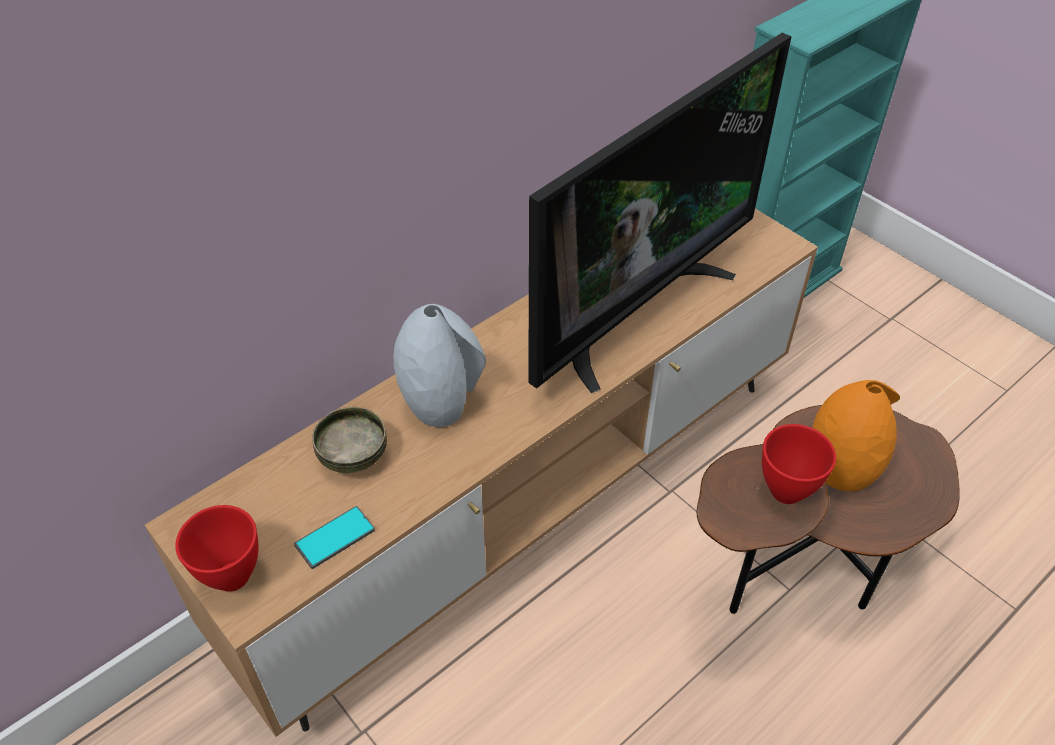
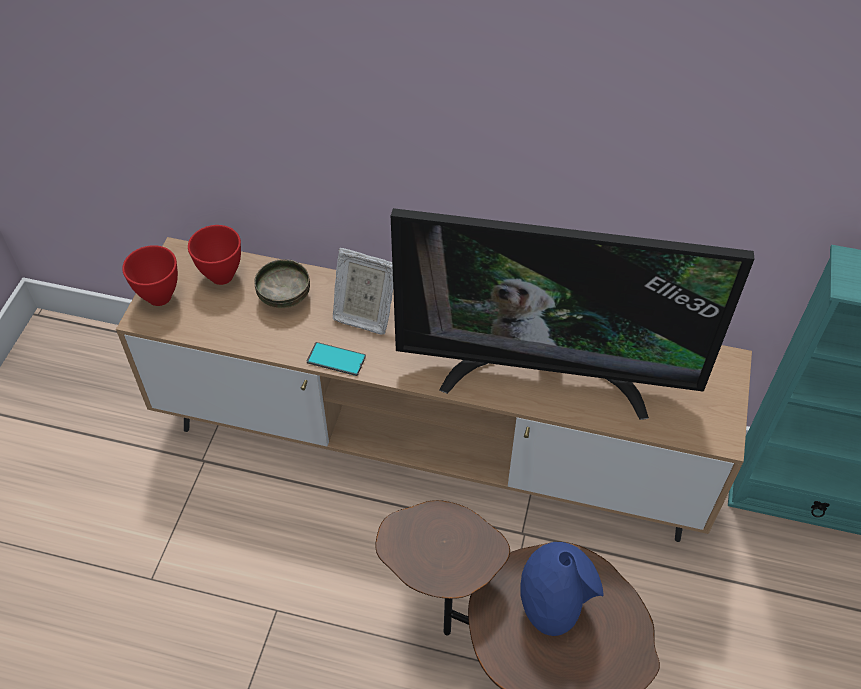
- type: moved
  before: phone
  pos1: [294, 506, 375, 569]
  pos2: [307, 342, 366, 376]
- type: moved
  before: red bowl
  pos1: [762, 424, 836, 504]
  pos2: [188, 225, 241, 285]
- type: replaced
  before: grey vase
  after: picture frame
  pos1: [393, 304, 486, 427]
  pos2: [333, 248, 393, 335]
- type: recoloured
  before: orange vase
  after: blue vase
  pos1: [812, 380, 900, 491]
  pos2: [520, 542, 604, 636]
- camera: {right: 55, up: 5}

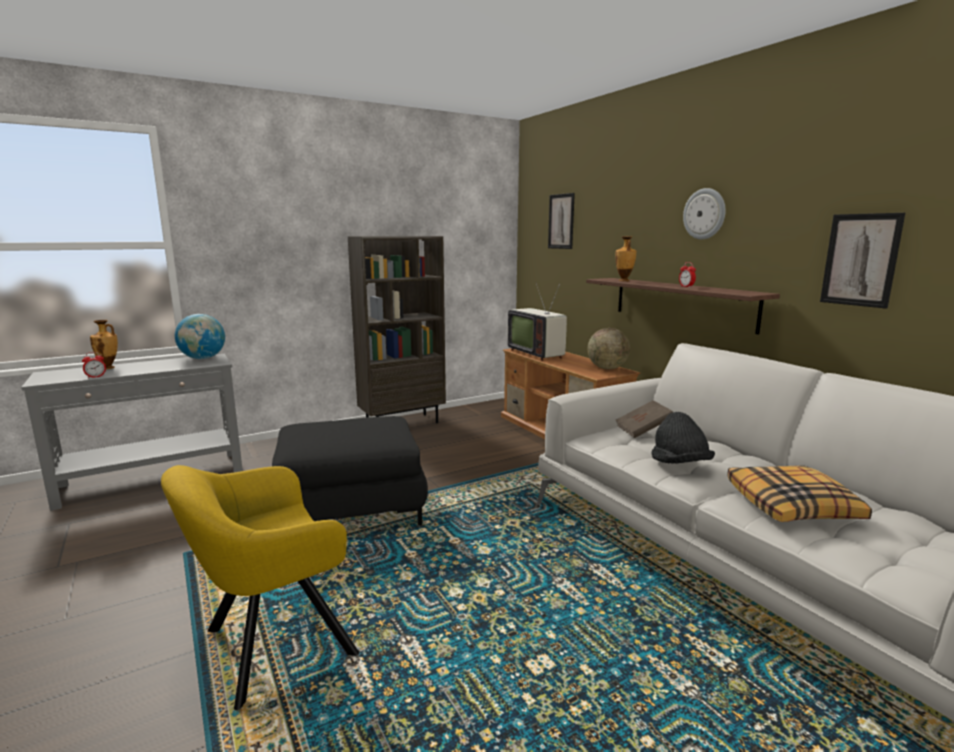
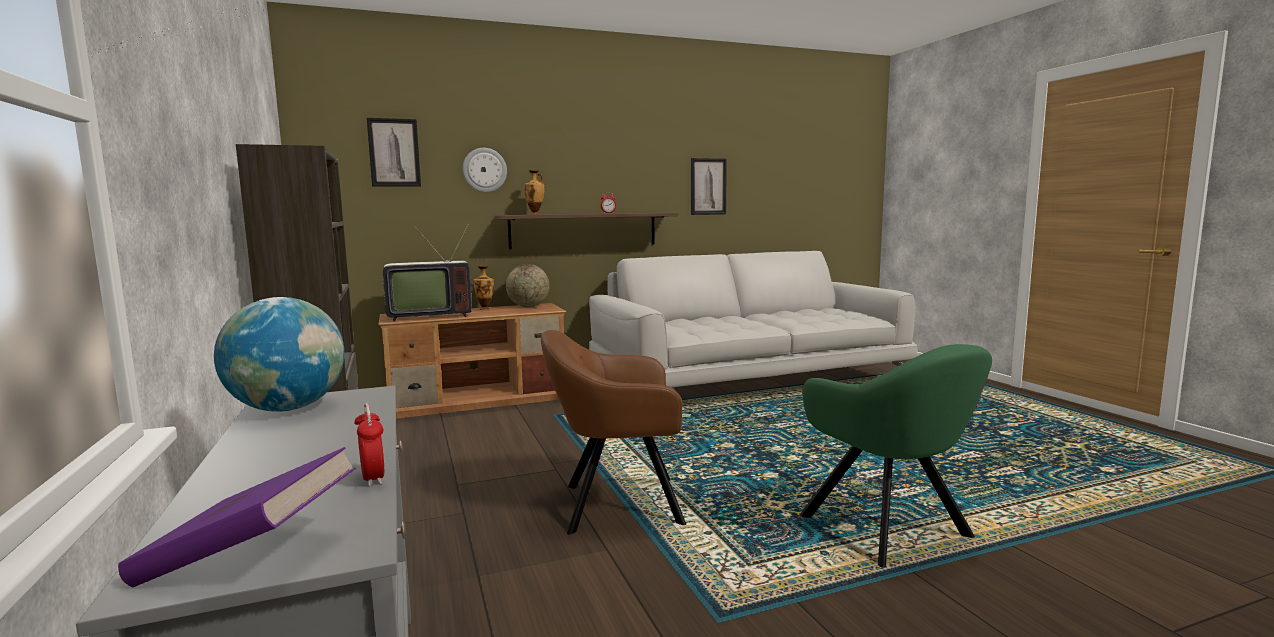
- type: removed
  before: brown book
  pos1: [615, 400, 673, 438]
- type: removed
  before: black hat
  pos1: [652, 412, 715, 464]
- type: removed
  before: pillow
  pos1: [727, 466, 872, 522]
- type: added
  after: purple book
  pos2: [118, 447, 356, 587]
- type: moved
  before: vase
  pos1: [90, 320, 118, 369]
  pos2: [473, 265, 494, 310]
- type: moved
  before: wall clock
  pos1: [683, 188, 726, 240]
  pos2: [463, 148, 507, 192]
- type: replaced
  before: black ottoman
  after: brown armchair
  pos1: [272, 416, 428, 525]
  pos2: [541, 330, 686, 534]
- type: recoloured
  before: yellow armchair
  after: green armchair
  pos1: [161, 465, 360, 710]
  pos2: [799, 344, 992, 568]
- camera: {right: -80, up: -5}

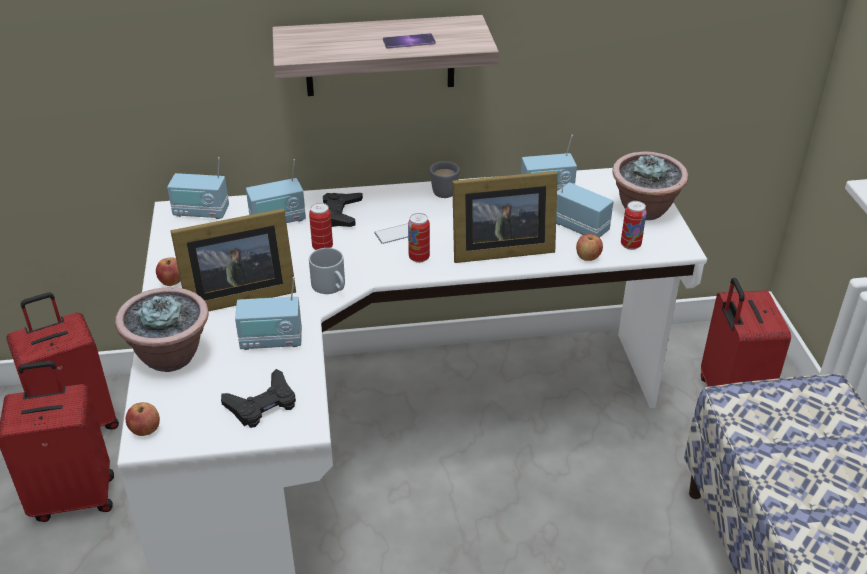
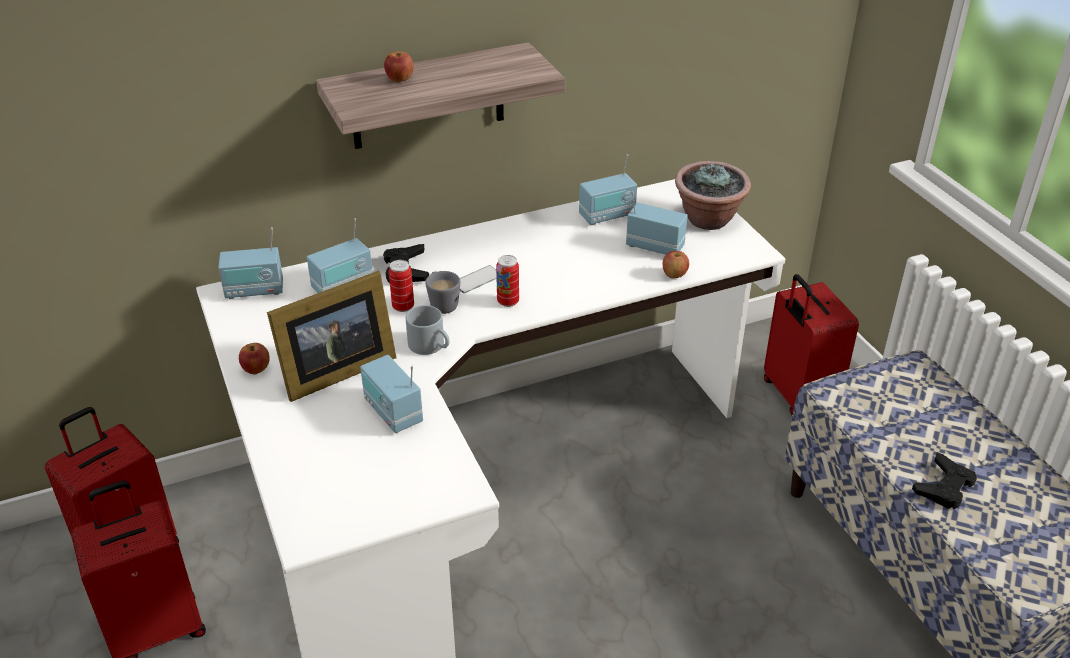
- type: removed
  before: potted plant
  pos1: [115, 287, 209, 372]
- type: removed
  before: phone
  pos1: [383, 33, 436, 49]
- type: removed
  before: picture frame
  pos1: [452, 171, 558, 263]
- type: removed
  before: can
  pos1: [621, 201, 647, 250]
- type: moved
  before: apple
  pos1: [126, 402, 160, 436]
  pos2: [384, 51, 414, 82]
- type: moved
  before: black game controller
  pos1: [221, 369, 296, 428]
  pos2: [912, 452, 977, 509]
- type: moved
  before: grey mug
  pos1: [430, 161, 460, 198]
  pos2: [426, 271, 460, 314]
- type: turned
  before: radio
  pos1: [235, 277, 302, 350]
  pos2: [360, 355, 423, 433]
  turn: 75
- camera: {right: -15, up: 0}

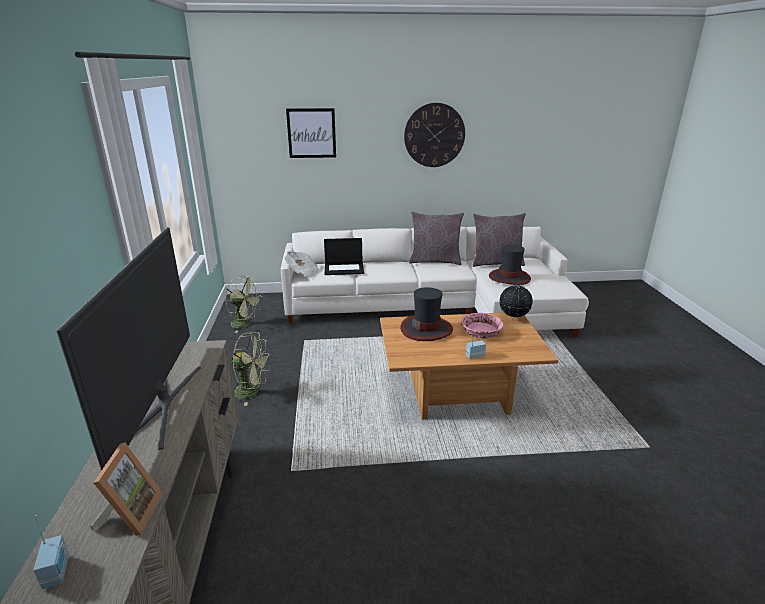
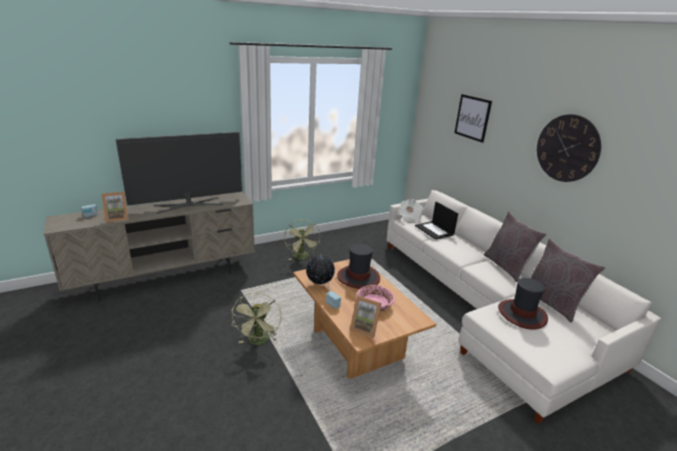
- type: added
  after: picture frame
  pos2: [350, 296, 382, 338]
- type: moved
  before: green fan
  pos1: [226, 276, 263, 333]
  pos2: [231, 293, 281, 345]
- type: moved
  before: globe
  pos1: [500, 283, 533, 320]
  pos2: [306, 254, 335, 285]
- camera: {right: 65, up: 0}

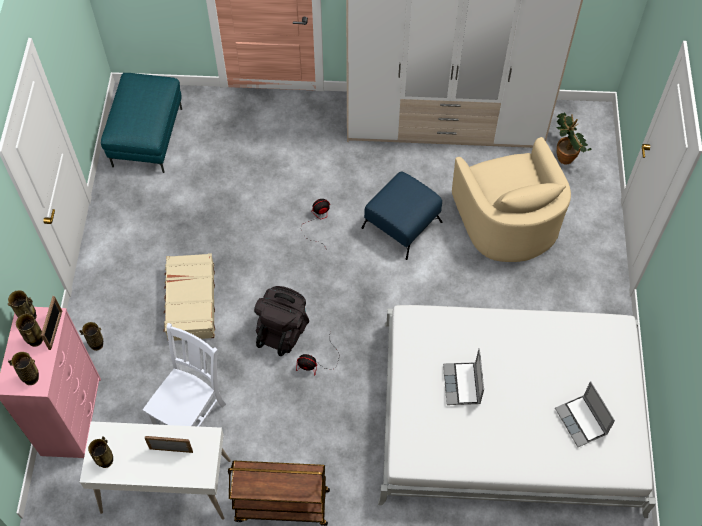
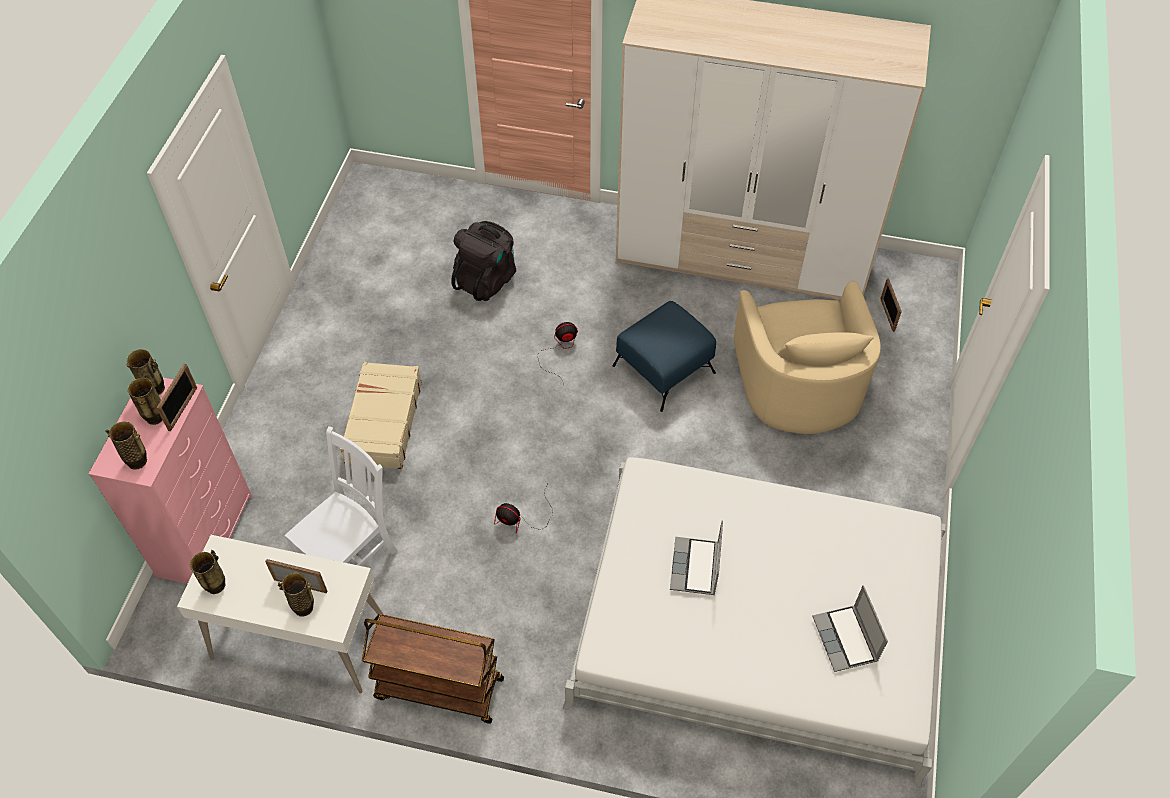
- type: removed
  before: turquoise ottoman
  pos1: [101, 73, 182, 173]
- type: moved
  before: vase
  pos1: [80, 322, 103, 351]
  pos2: [278, 573, 314, 617]
- type: moved
  before: black backpack
  pos1: [254, 286, 309, 356]
  pos2: [451, 221, 516, 301]
- type: replaced
  before: potted plant
  after: picture frame
  pos1: [556, 113, 591, 165]
  pos2: [880, 278, 902, 332]
- camera: {right: 10, up: -5}

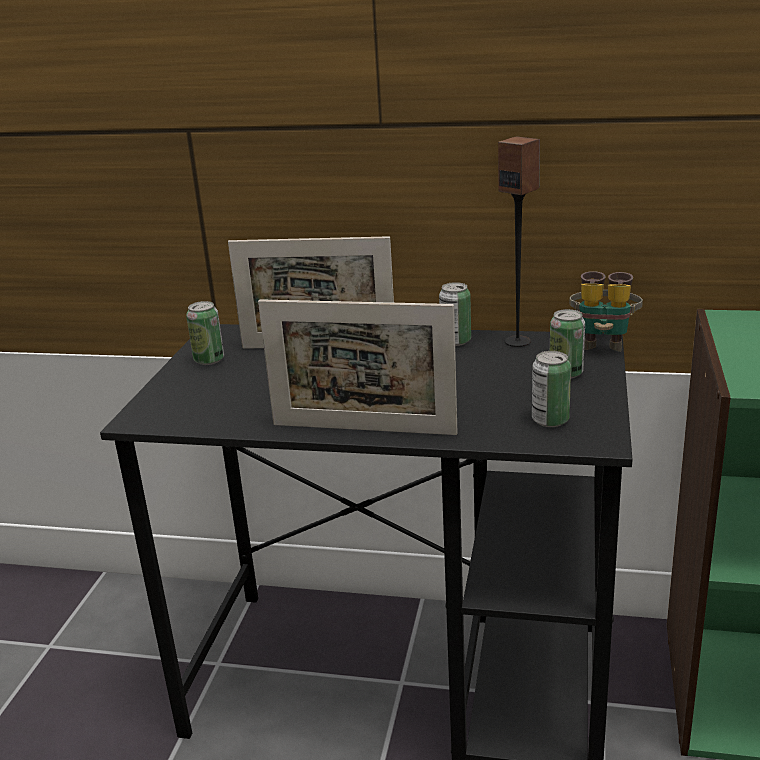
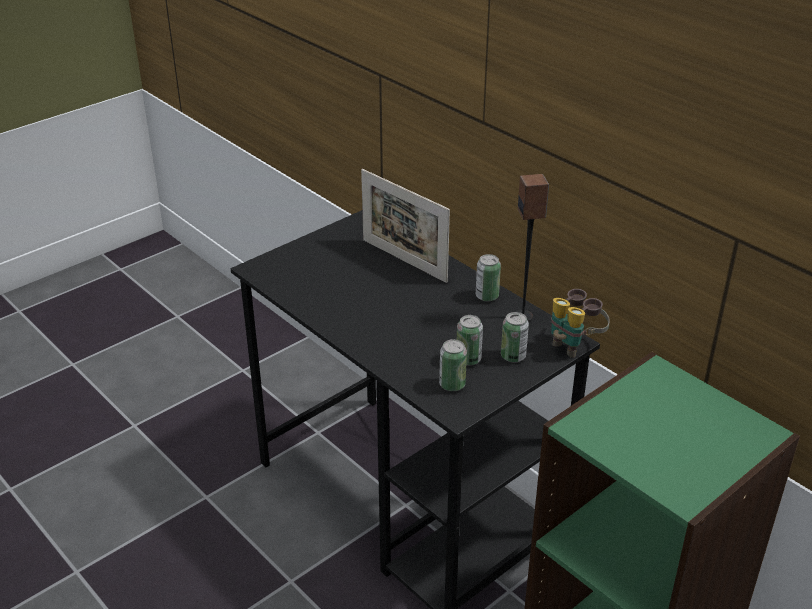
- type: removed
  before: picture frame
  pos1: [258, 299, 458, 435]
- type: moved
  before: can
  pos1: [186, 301, 224, 365]
  pos2: [457, 315, 483, 366]
- camera: {right: 35, up: 10}

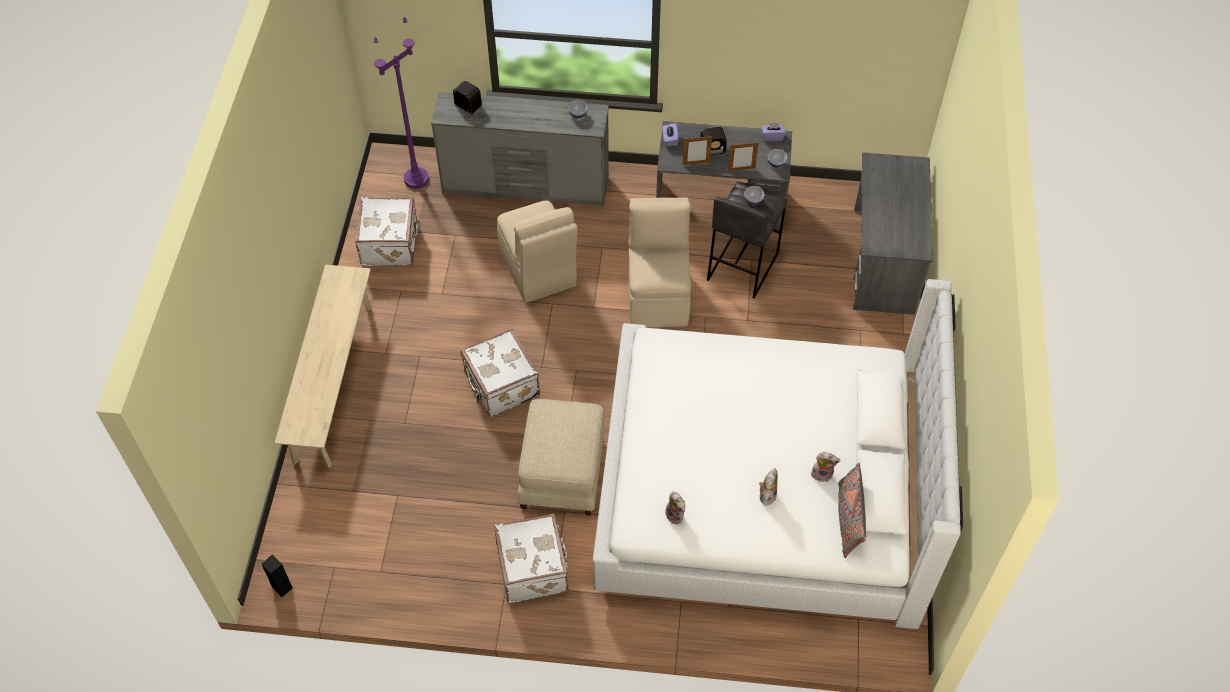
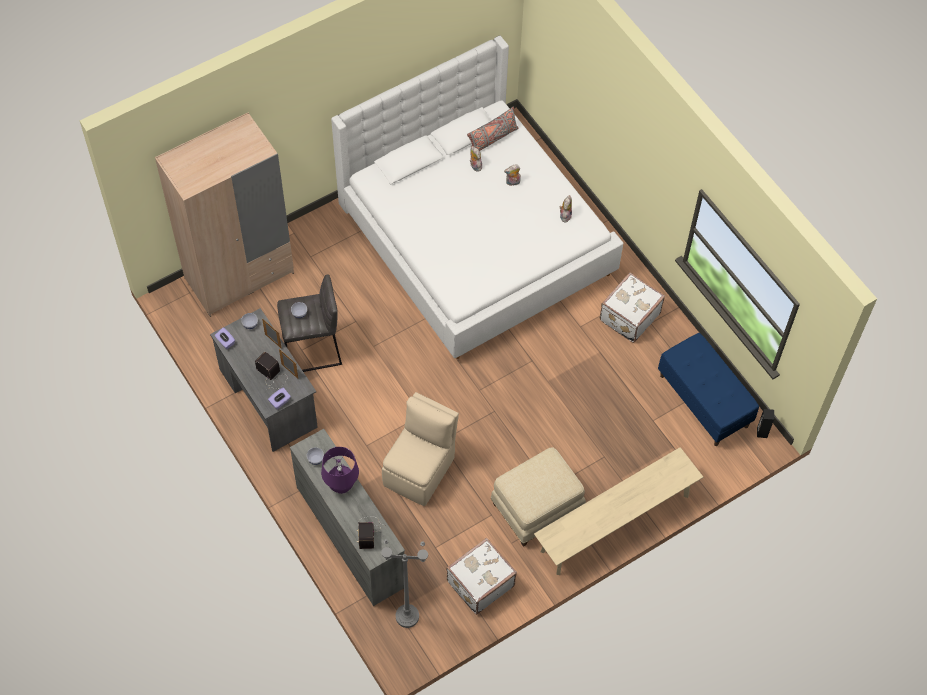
- type: removed
  before: white suitcase
  pos1: [461, 329, 540, 417]
- type: removed
  before: beige chair
  pos1: [629, 198, 691, 327]
- type: added
  after: purple table lamp
  pos2: [321, 447, 359, 494]
- type: added
  after: blue bench
  pos2: [658, 333, 759, 446]
- type: moved
  before: beige ottoman
  pos1: [518, 399, 605, 516]
  pos2: [491, 447, 586, 547]
- type: replaced
  before: grey desk
  after: beige wardrobe
  pos1: [853, 152, 933, 315]
  pos2: [155, 112, 294, 317]
- type: recoloured
  before: purple floor lamp
  after: grey floor lamp
  pos1: [373, 17, 429, 189]
  pos2: [381, 539, 428, 628]
- camera: {right: -130, up: 5}

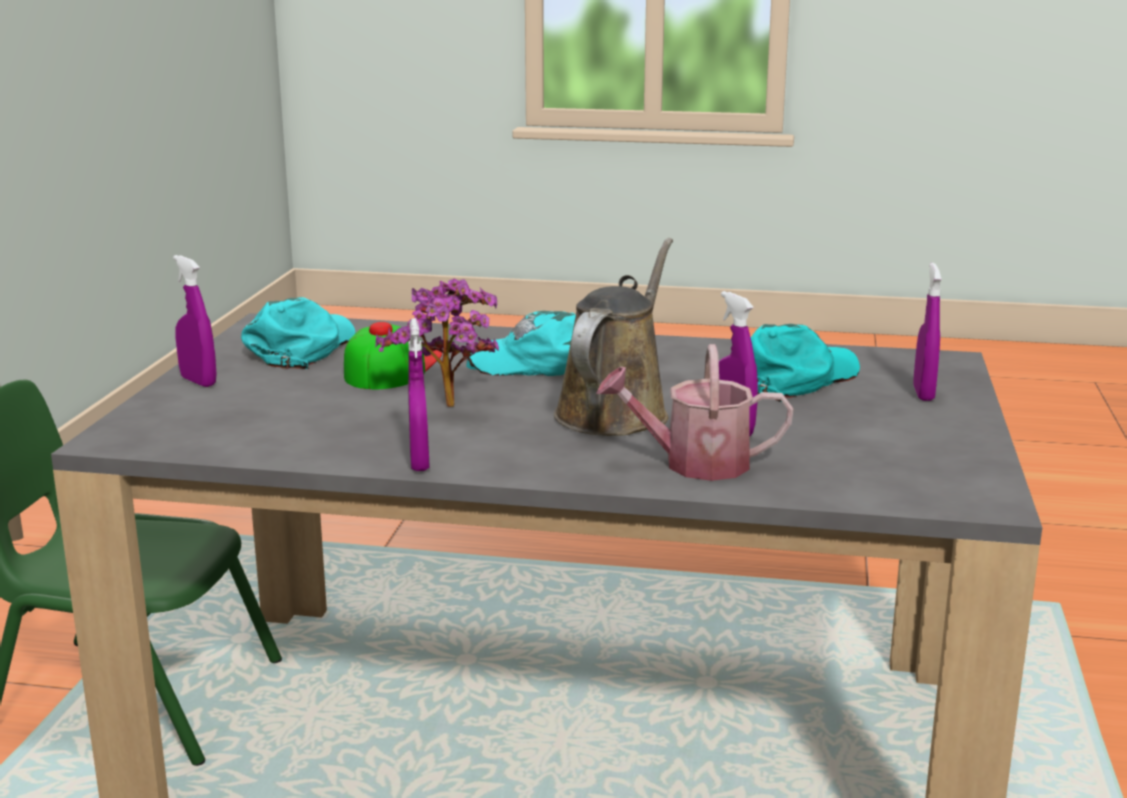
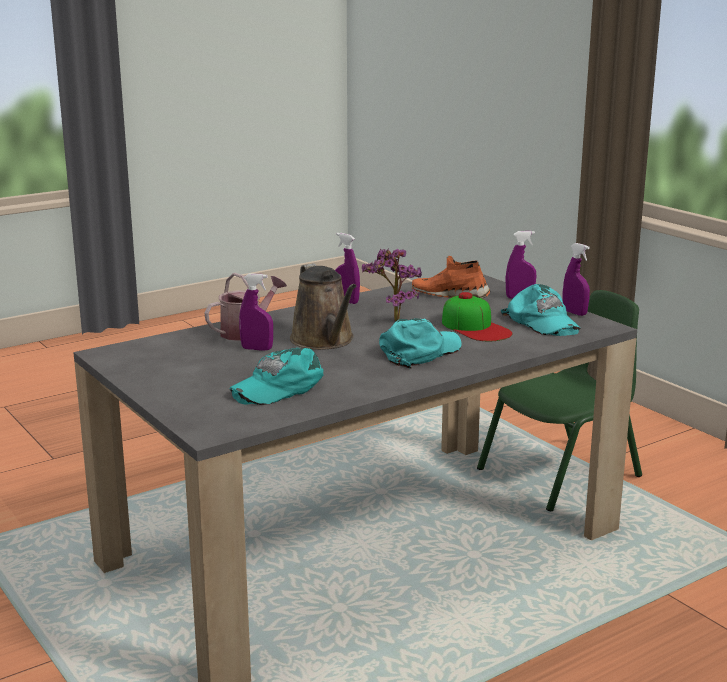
- type: added
  after: orange shoe
  pos2: [412, 256, 490, 299]
- type: moved
  before: purple spray bottle
  pos1: [913, 263, 941, 401]
  pos2: [563, 243, 590, 316]
- type: turned
  before: turquoise cap
  pos1: [751, 324, 860, 402]
  pos2: [230, 348, 324, 405]
  turn: 45
- camera: {right: 135, up: 0}

